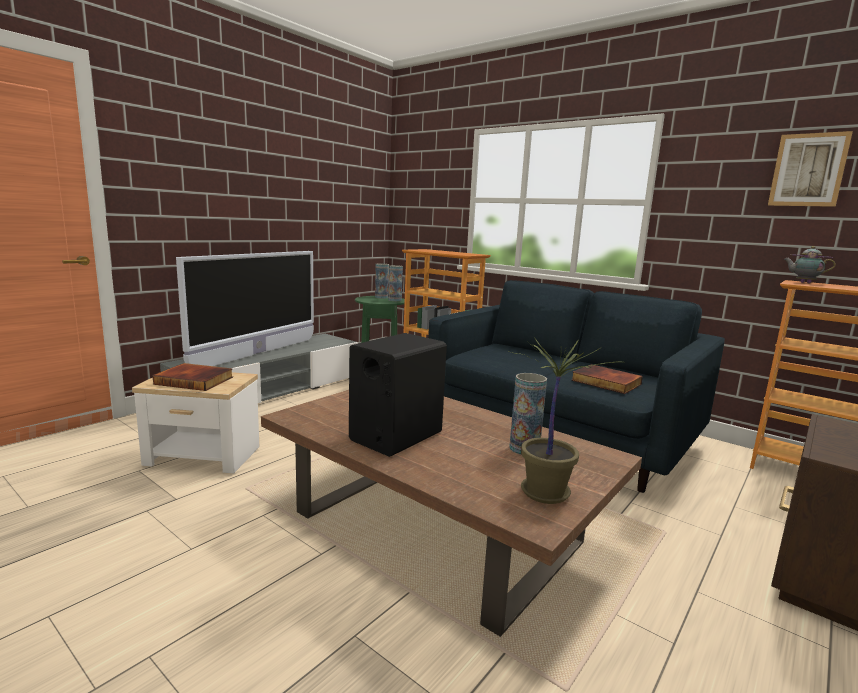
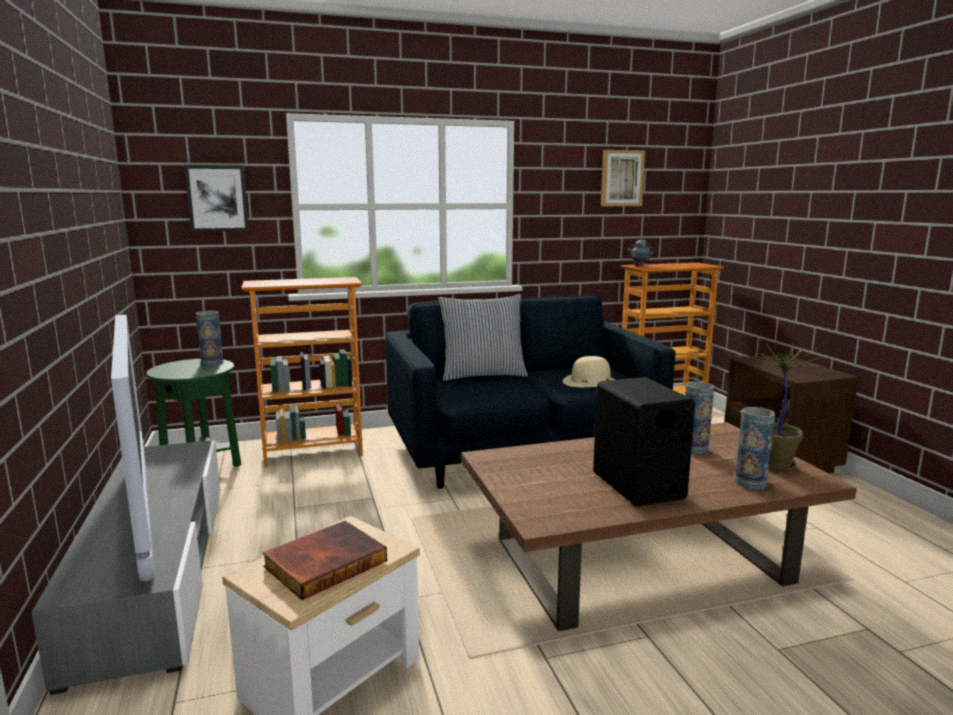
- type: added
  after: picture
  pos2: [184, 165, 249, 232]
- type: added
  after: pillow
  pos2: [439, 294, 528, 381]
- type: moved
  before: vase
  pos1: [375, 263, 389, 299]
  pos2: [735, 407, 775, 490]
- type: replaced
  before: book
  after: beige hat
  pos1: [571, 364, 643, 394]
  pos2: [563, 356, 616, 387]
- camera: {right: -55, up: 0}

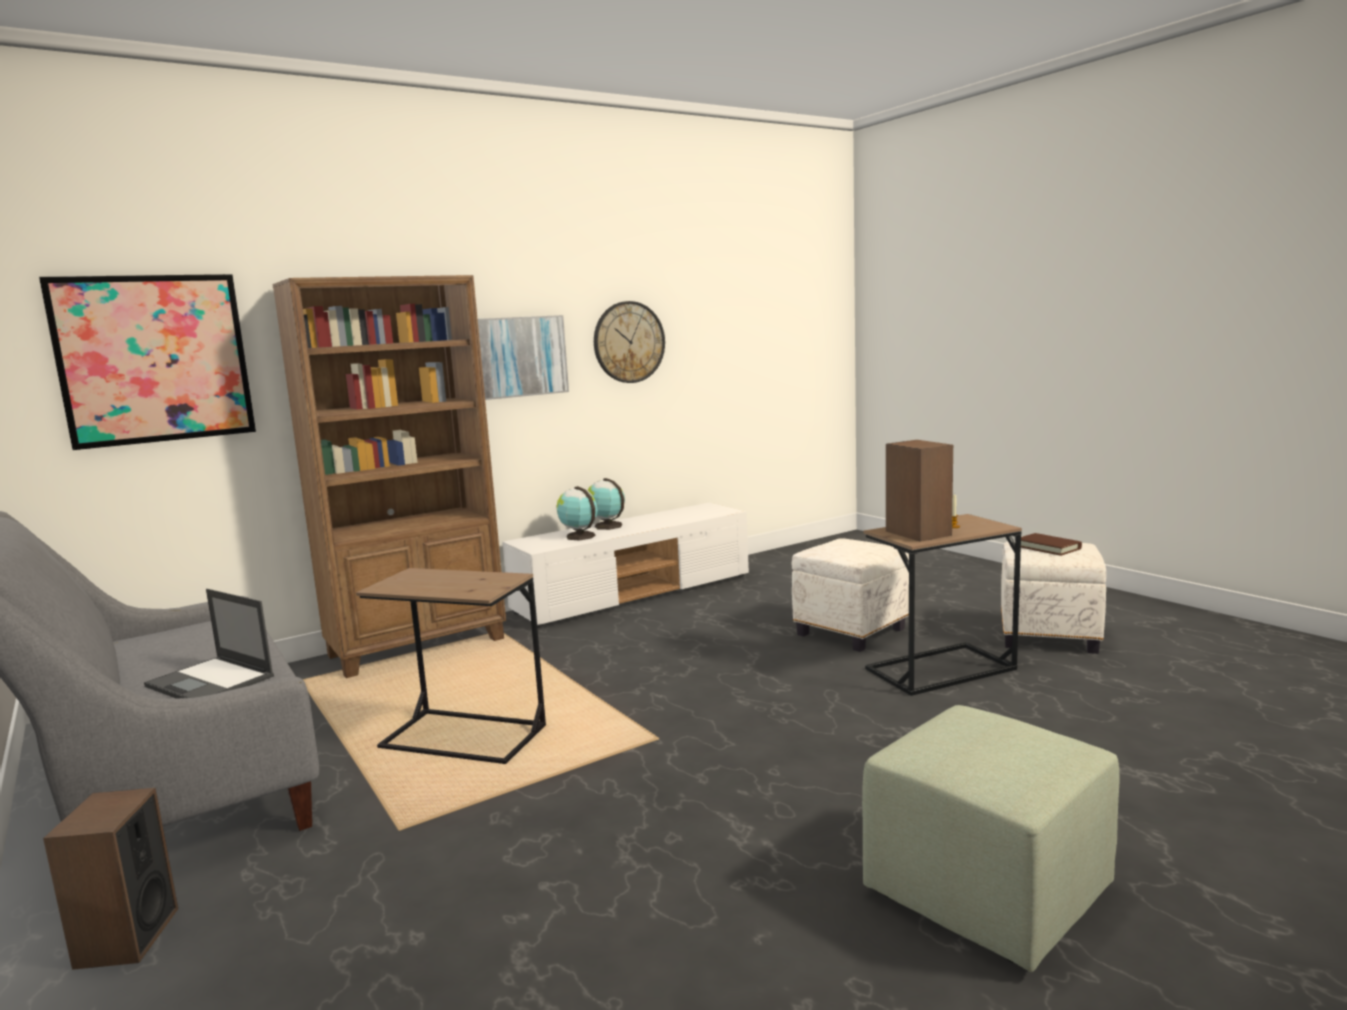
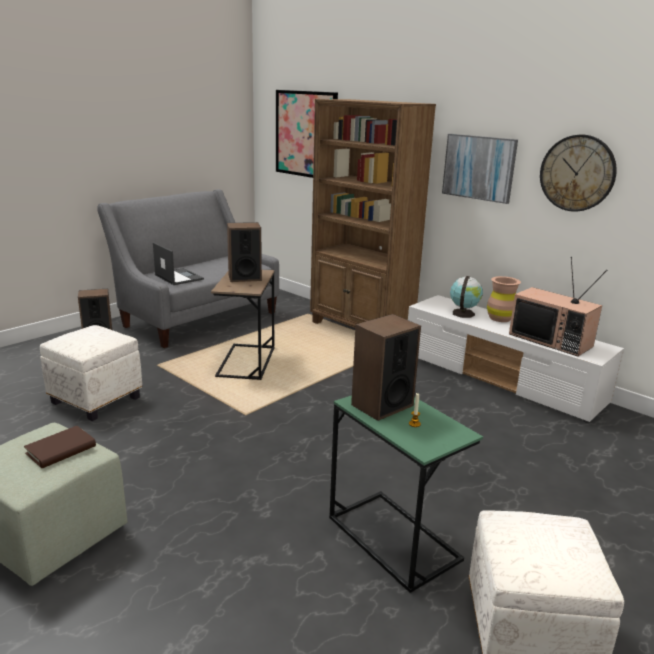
- type: added
  after: speaker
  pos2: [227, 222, 262, 282]
- type: added
  after: television
  pos2: [509, 257, 607, 357]
- type: moved
  before: white ottoman
  pos1: [792, 538, 909, 652]
  pos2: [40, 325, 142, 421]
- type: moved
  before: brown book
  pos1: [1021, 533, 1082, 556]
  pos2: [24, 426, 96, 468]
- type: replaced
  before: globe
  after: brown vase
  pos1: [587, 478, 625, 530]
  pos2: [487, 276, 521, 322]
- type: recoloured
  before: brown side table
  after: green side table
  pos1: [863, 514, 1022, 696]
  pos2: [329, 395, 483, 593]
- type: turned
  before: laptop
  pos1: [144, 589, 274, 698]
  pos2: [153, 242, 204, 285]
  turn: 120
- camera: {right: 75, up: 10}

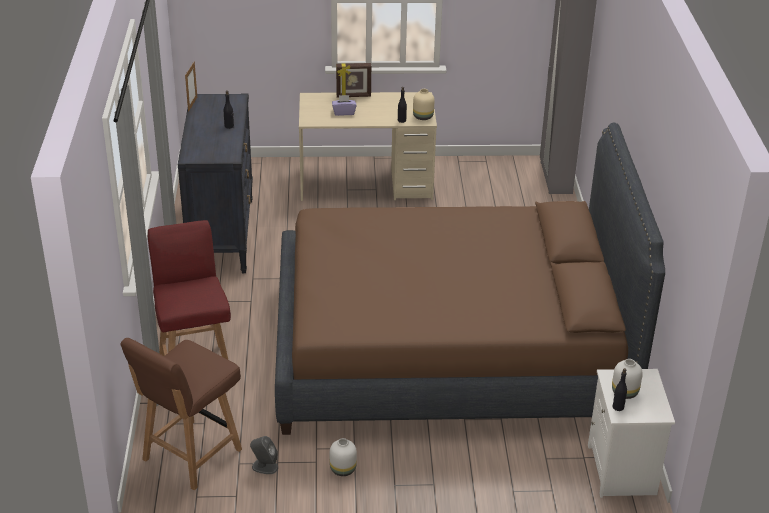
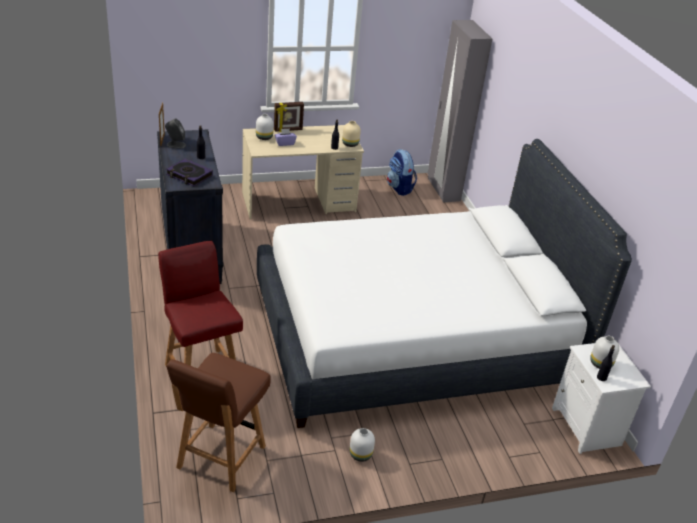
- type: added
  after: book
  pos2: [166, 159, 213, 186]
- type: added
  after: white vase
  pos2: [256, 114, 274, 140]
- type: added
  after: backpack
  pos2: [387, 149, 417, 196]
- type: moved
  before: grey speaker
  pos1: [250, 436, 278, 474]
  pos2: [165, 118, 186, 149]
- type: recoloured
  before: brown bed
  after: white bed
  pos1: [275, 123, 665, 435]
  pos2: [257, 139, 632, 428]
- camera: {right: -15, up: 0}

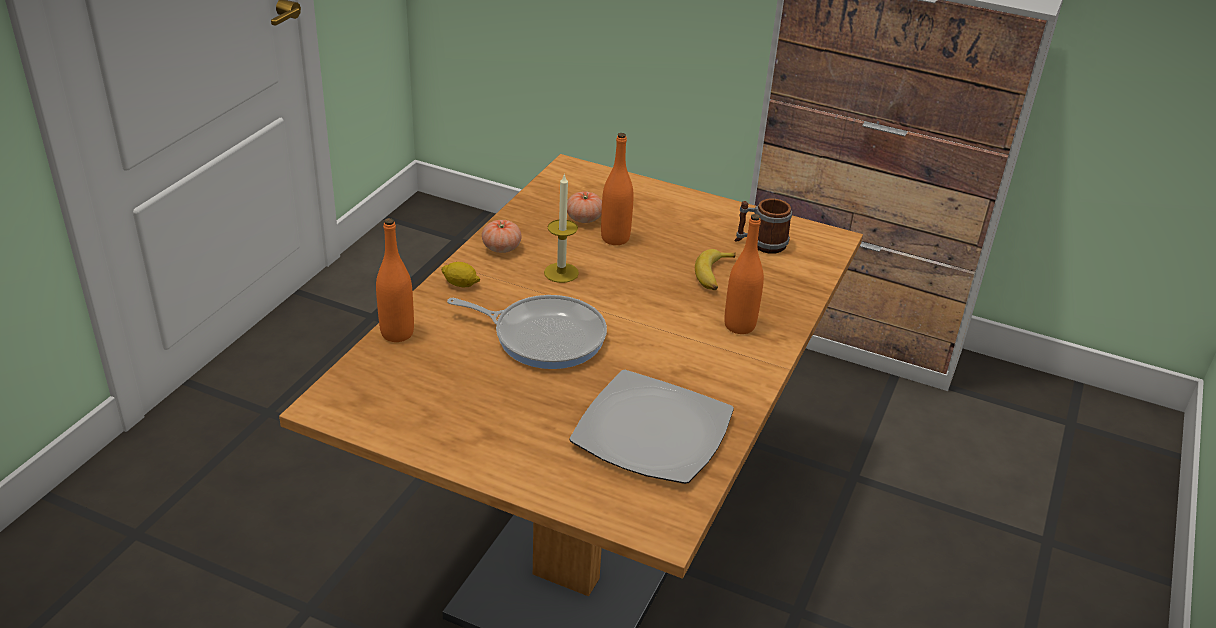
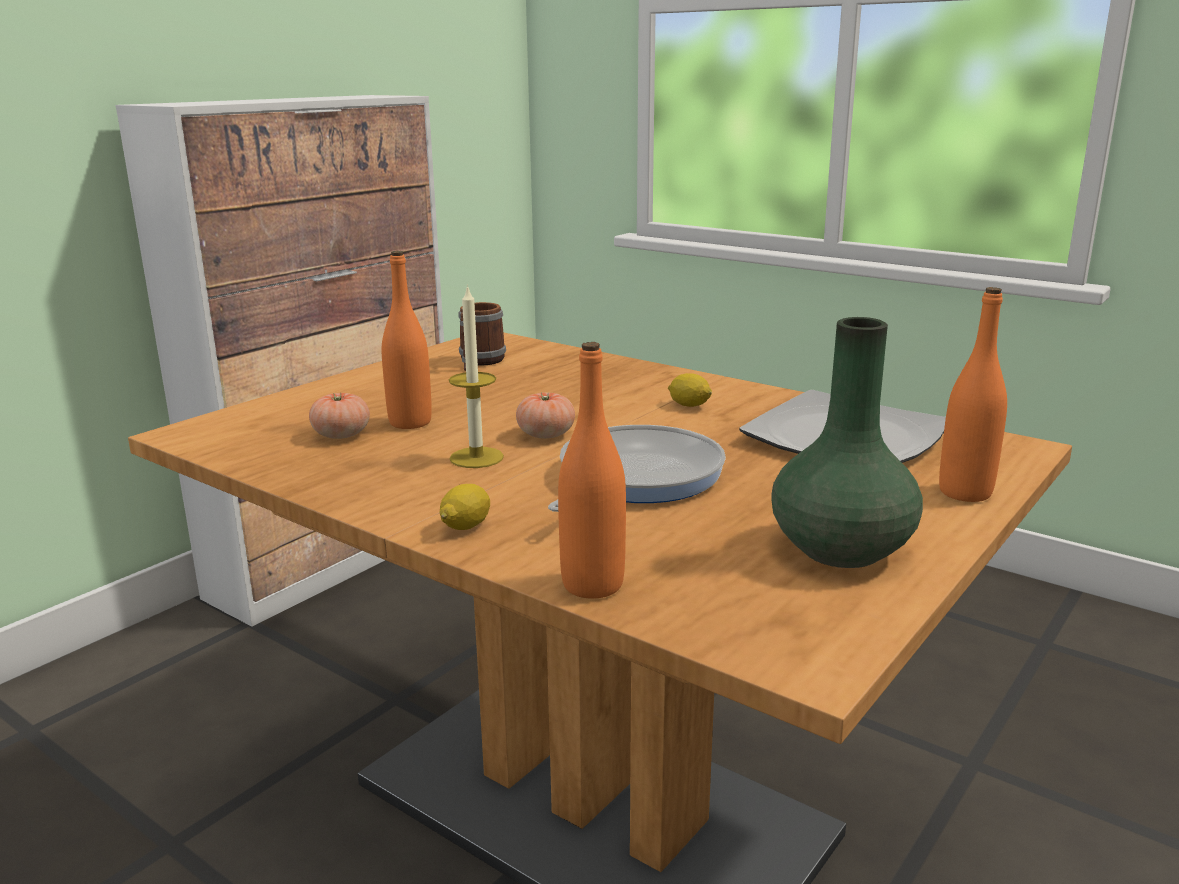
- type: removed
  before: banana
  pos1: [695, 249, 736, 290]
- type: added
  after: lemon
  pos2: [668, 373, 712, 407]
- type: added
  after: green vase
  pos2: [771, 317, 923, 568]
- type: moved
  before: tomato
  pos1: [482, 220, 522, 253]
  pos2: [516, 392, 575, 439]
- type: moved
  before: orange bottle
  pos1: [724, 214, 764, 334]
  pos2: [939, 287, 1007, 502]
- camera: {right: -75, up: -15}

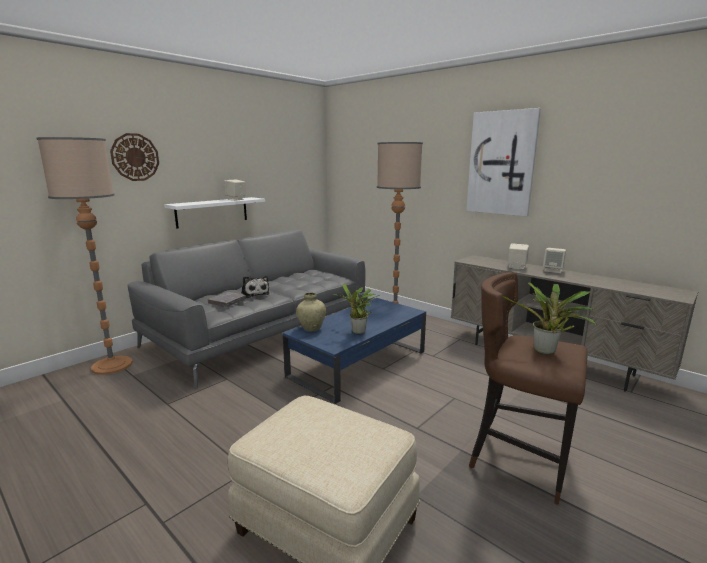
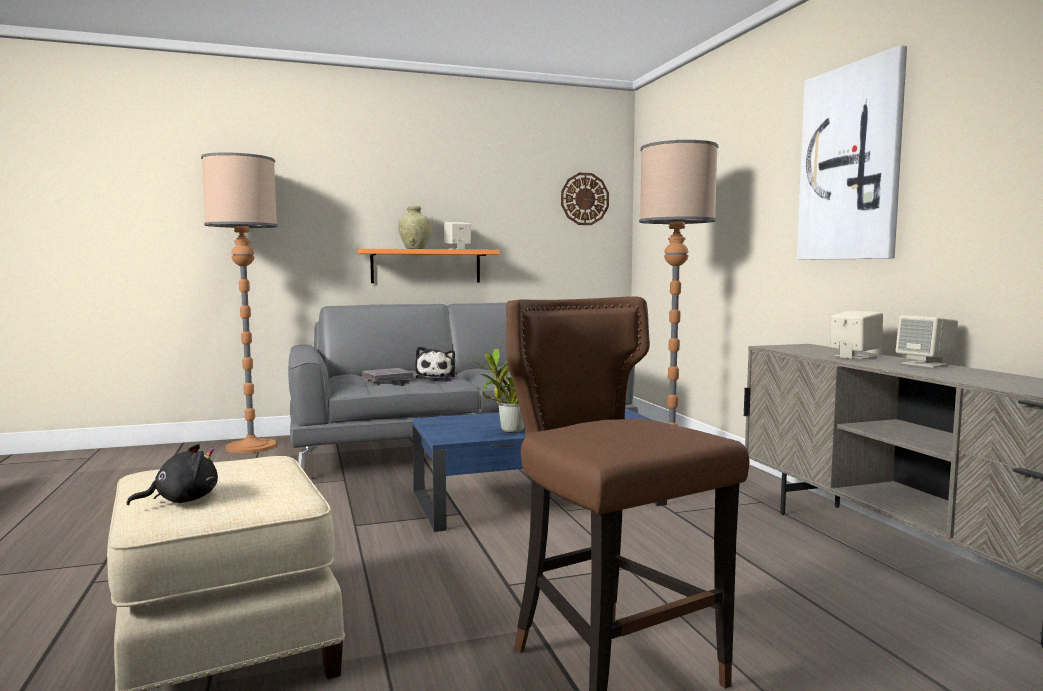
- type: removed
  before: potted plant
  pos1: [502, 282, 597, 355]
- type: added
  after: black plush toy
  pos2: [127, 444, 218, 505]
- type: moved
  before: wall clock
  pos1: [110, 133, 159, 181]
  pos2: [561, 173, 609, 225]
- type: moved
  before: beige vase
  pos1: [296, 292, 326, 332]
  pos2: [398, 206, 432, 249]
- type: recoloured
  before: white shelf
  after: orange shelf
  pos1: [164, 197, 265, 228]
  pos2: [357, 249, 500, 283]
- camera: {right: 30, up: -10}

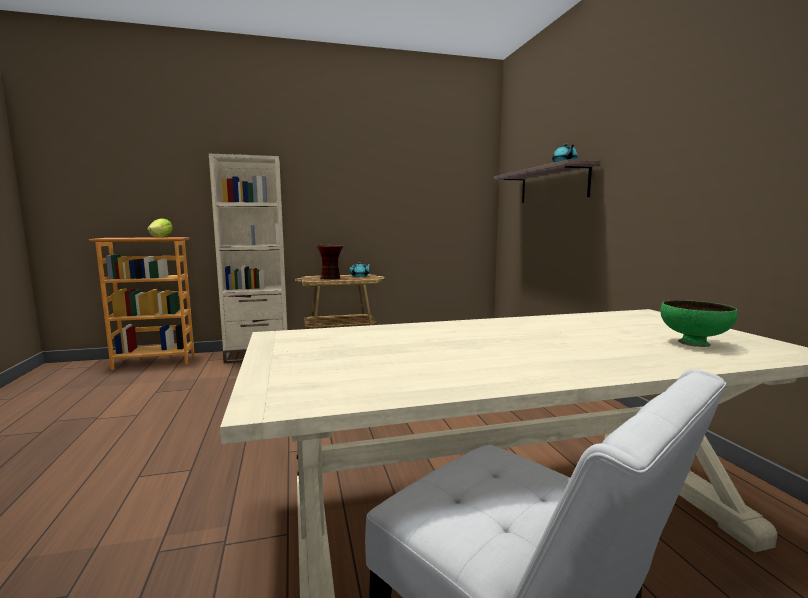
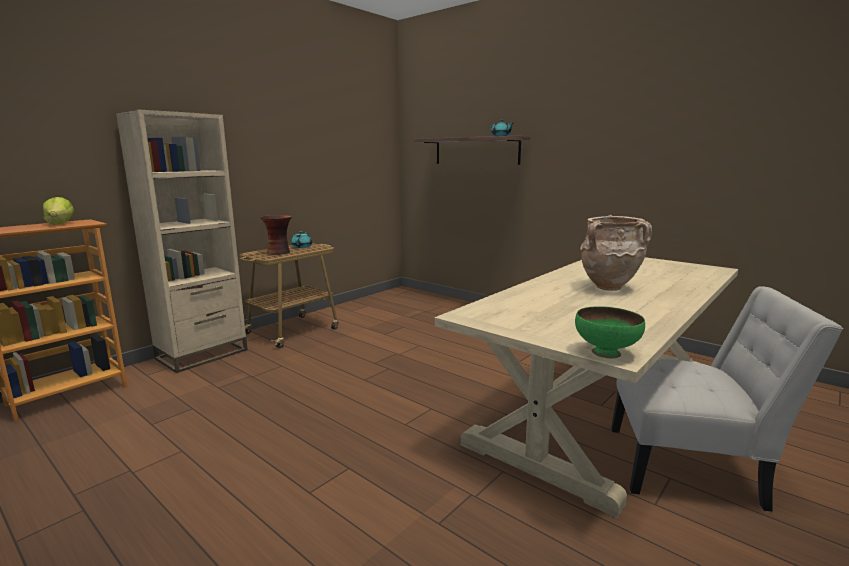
- type: added
  after: beige vase
  pos2: [581, 215, 652, 291]
- type: moved
  before: green bowl
  pos1: [660, 300, 737, 347]
  pos2: [575, 306, 645, 358]
- camera: {right: -35, up: 5}

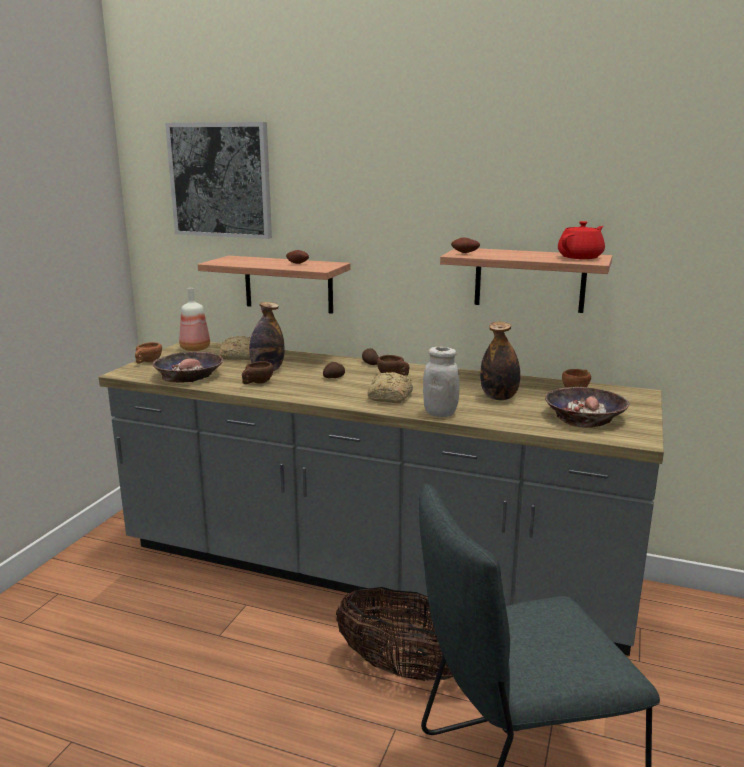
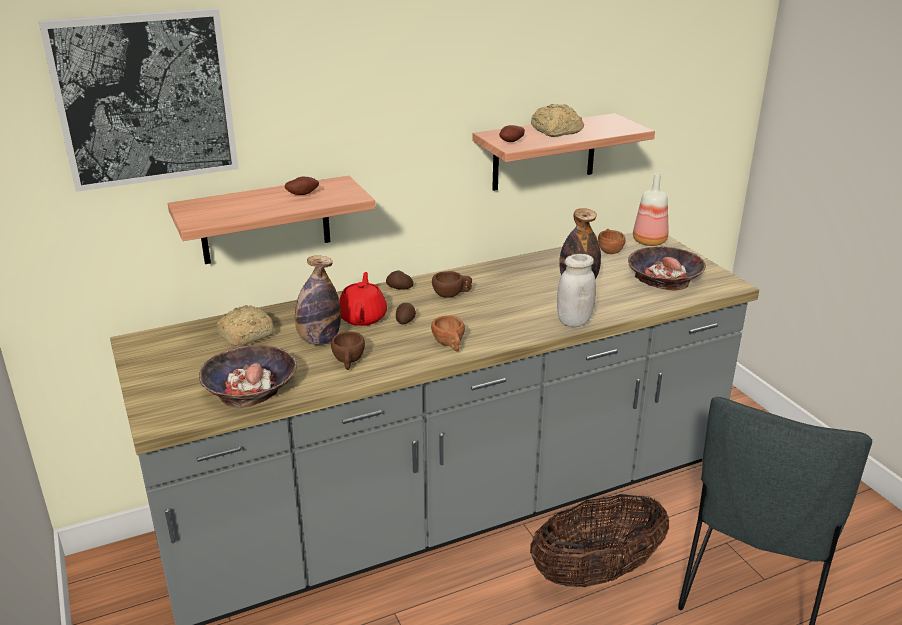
- type: moved
  before: brown cup
  pos1: [135, 342, 162, 364]
  pos2: [431, 315, 465, 351]
- type: moved
  before: bottle
  pos1: [179, 288, 210, 351]
  pos2: [633, 173, 668, 246]
- type: moved
  before: bread
  pos1: [367, 372, 413, 403]
  pos2: [531, 104, 584, 137]
- type: moved
  before: red teapot
  pos1: [558, 221, 605, 259]
  pos2: [339, 272, 387, 326]
- camera: {right: -45, up: 10}

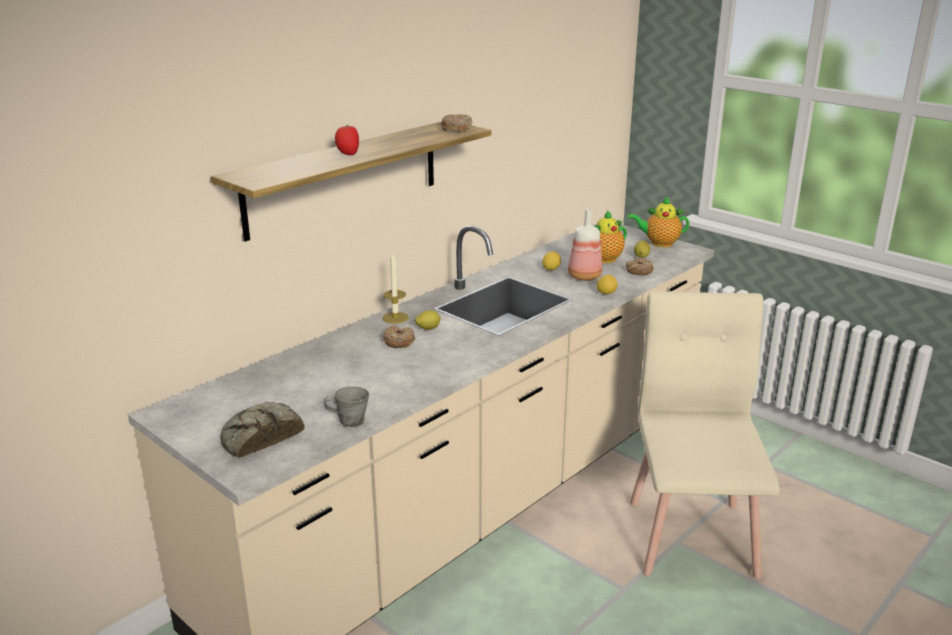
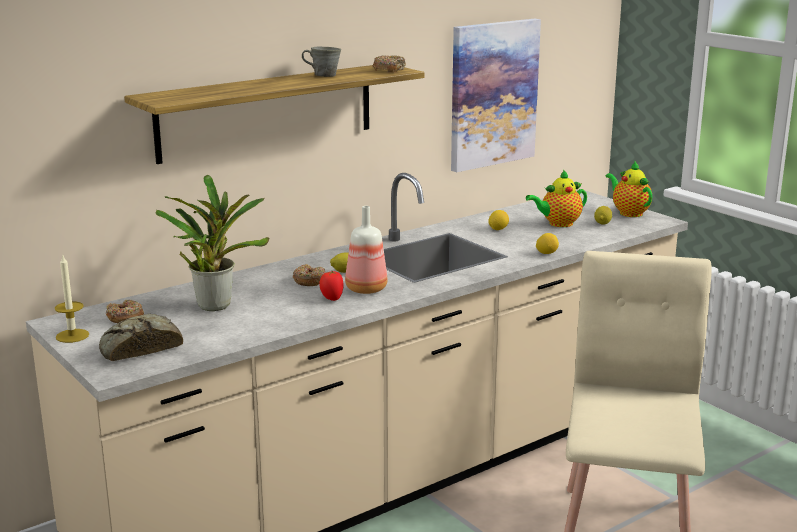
- type: added
  after: potted plant
  pos2: [156, 175, 269, 311]
- type: added
  after: picture
  pos2: [451, 19, 541, 172]
- type: moved
  before: grey mug
  pos1: [324, 386, 369, 427]
  pos2: [302, 47, 341, 77]
- type: moved
  before: tomato
  pos1: [335, 125, 359, 155]
  pos2: [319, 271, 344, 301]
- type: moved
  before: candle
  pos1: [382, 253, 409, 324]
  pos2: [55, 256, 89, 343]
- type: moved
  before: bottle
  pos1: [568, 209, 602, 281]
  pos2: [345, 206, 387, 294]
- type: moved
  before: donut
  pos1: [625, 258, 654, 275]
  pos2: [106, 300, 144, 323]
- type: turned
  before: teapot
  pos1: [628, 196, 690, 247]
  pos2: [606, 162, 652, 217]
  turn: 45
- camera: {right: 10, up: -5}

